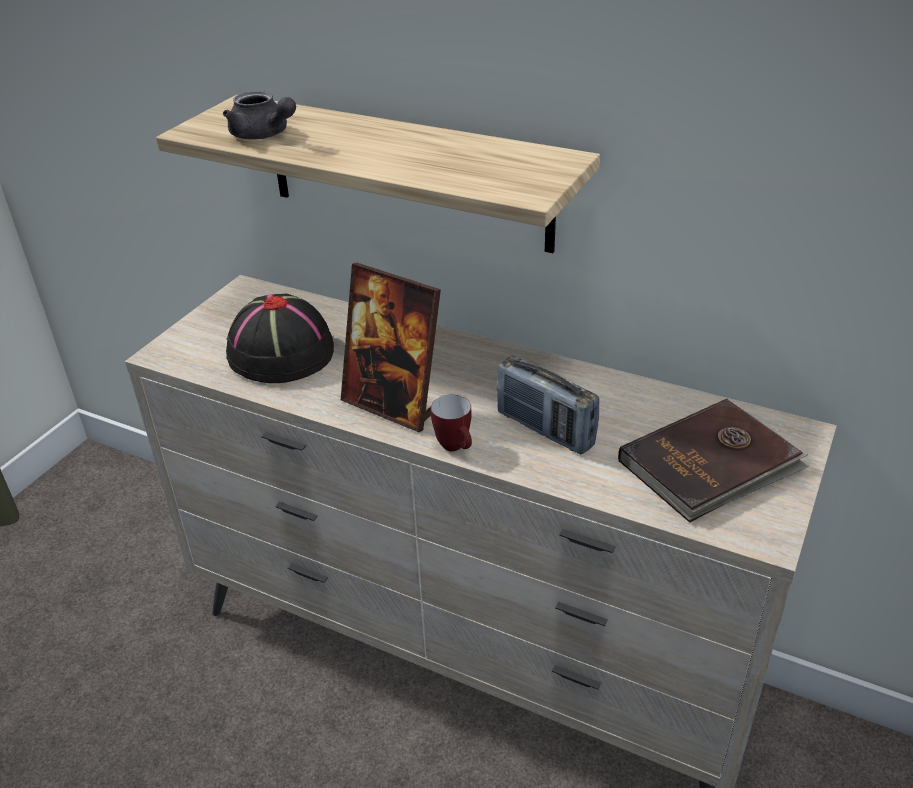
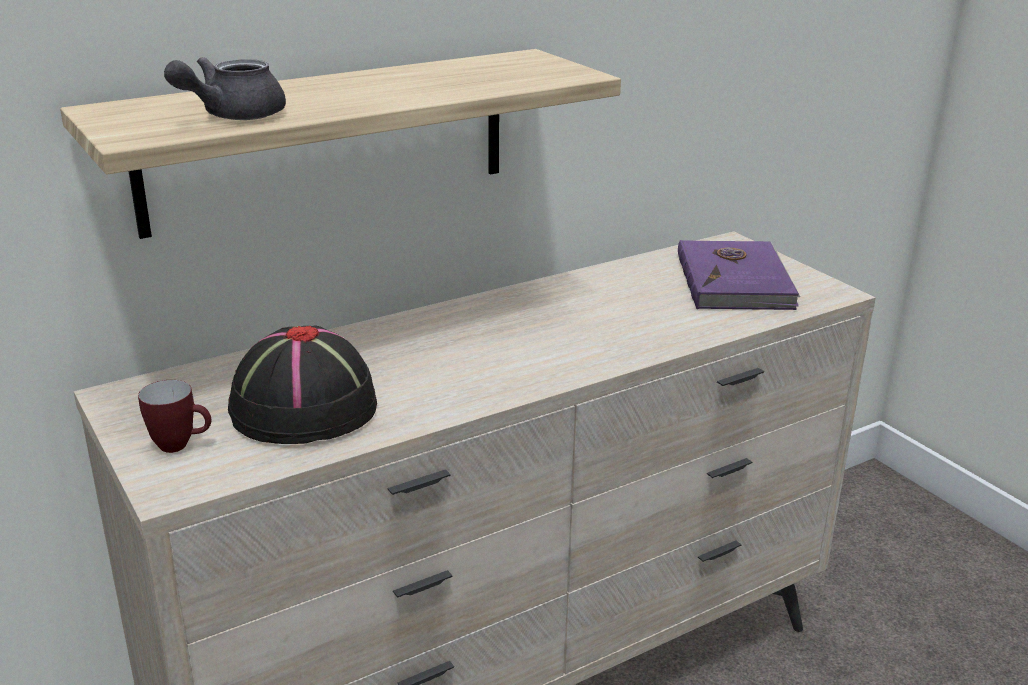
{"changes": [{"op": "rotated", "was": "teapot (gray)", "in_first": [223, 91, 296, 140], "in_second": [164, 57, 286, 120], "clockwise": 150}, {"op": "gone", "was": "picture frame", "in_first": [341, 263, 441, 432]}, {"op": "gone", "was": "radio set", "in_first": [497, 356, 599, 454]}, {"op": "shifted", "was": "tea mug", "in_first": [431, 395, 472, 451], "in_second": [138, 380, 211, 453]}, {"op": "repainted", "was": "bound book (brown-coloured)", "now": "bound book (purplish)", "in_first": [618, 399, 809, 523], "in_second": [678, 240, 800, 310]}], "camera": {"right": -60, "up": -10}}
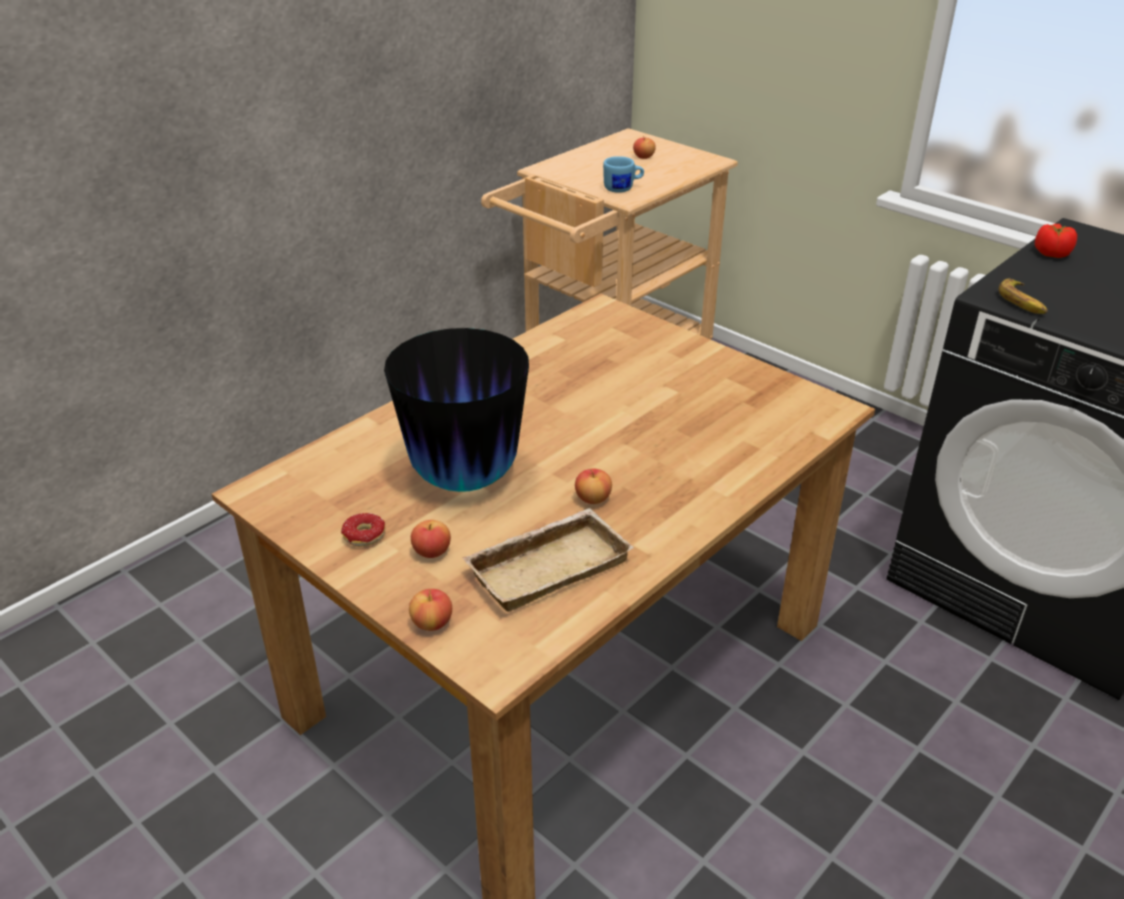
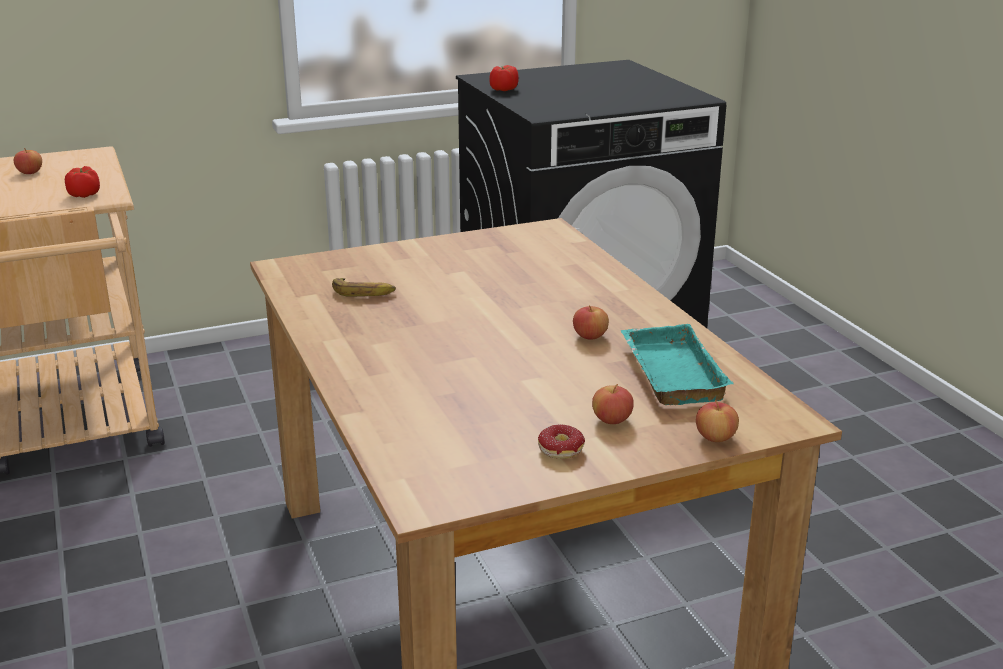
{"changes": [{"op": "swapped", "was": "tea mug (blue)", "now": "tomato", "in_first": [603, 156, 644, 193], "in_second": [65, 166, 100, 198]}, {"op": "shifted", "was": "banana", "in_first": [999, 279, 1048, 314], "in_second": [332, 278, 396, 297]}, {"op": "gone", "was": "vase", "in_first": [384, 328, 529, 492]}, {"op": "repainted", "was": "serving tray (beige-coloured)", "now": "serving tray (blue-green)", "in_first": [462, 508, 634, 612], "in_second": [621, 324, 733, 405]}], "camera": {"right": -65, "up": -10}}
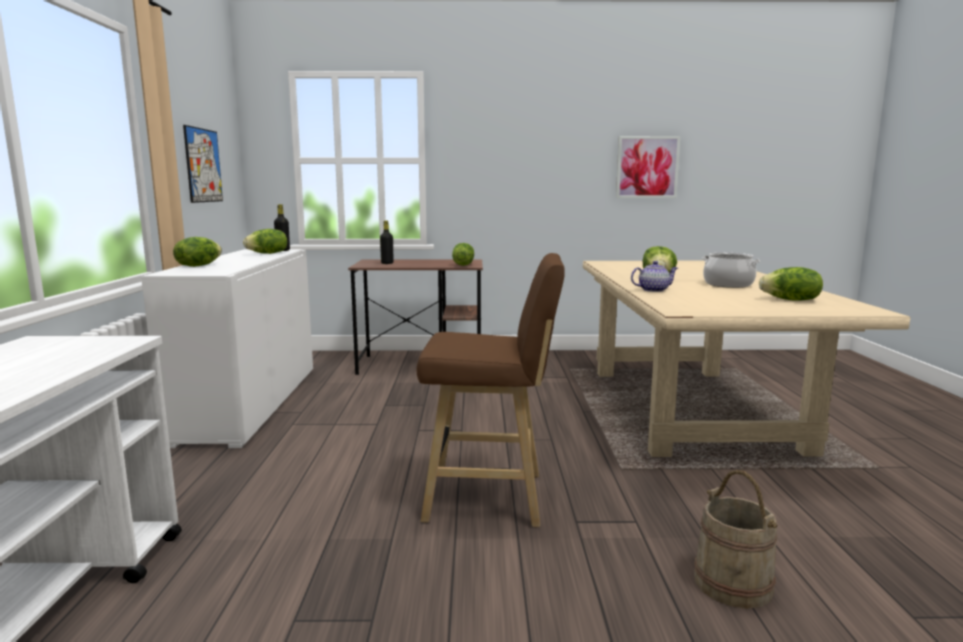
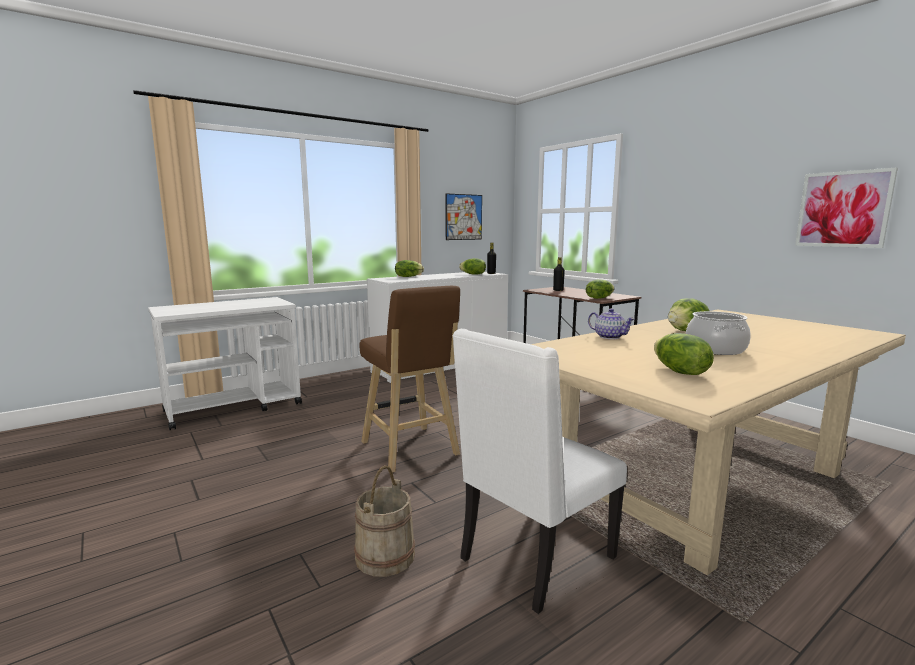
{"changes": [{"op": "new", "now": "chair (white)", "in_second": [452, 329, 627, 614]}], "camera": {"right": 55, "up": 0}}
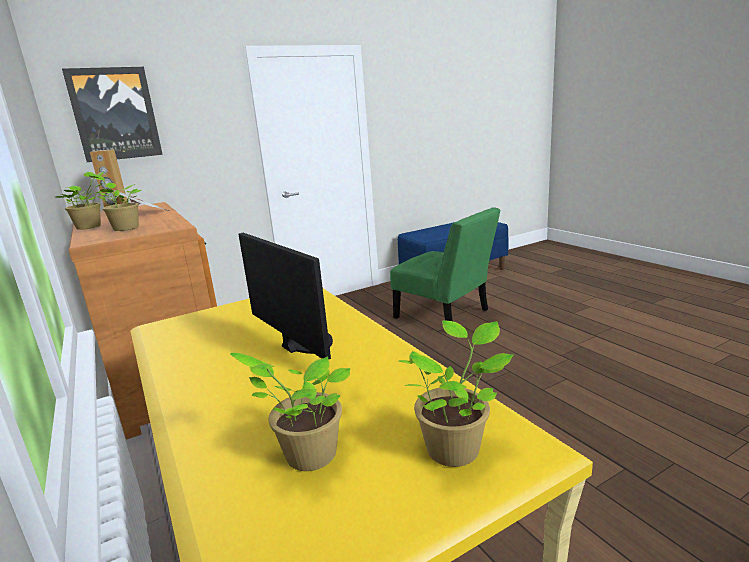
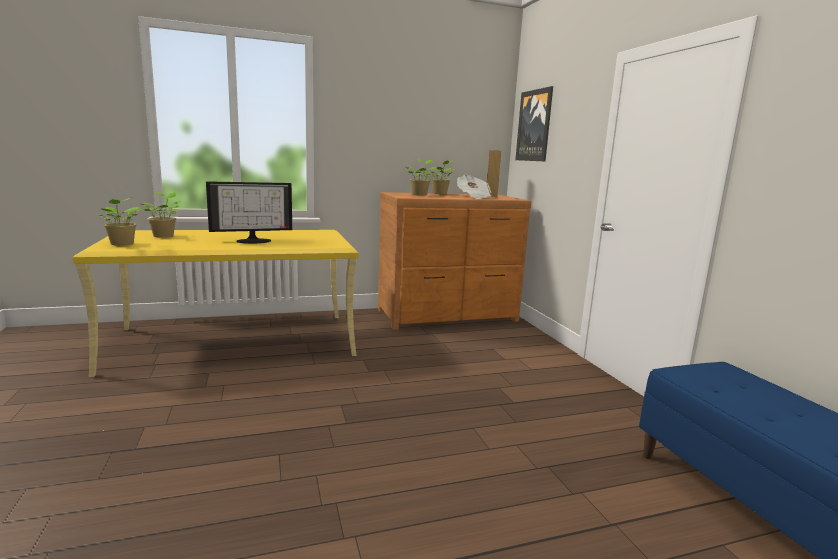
{"changes": [{"op": "gone", "was": "chair (green)", "in_first": [390, 207, 501, 321]}], "camera": {"right": 100, "up": -5}}
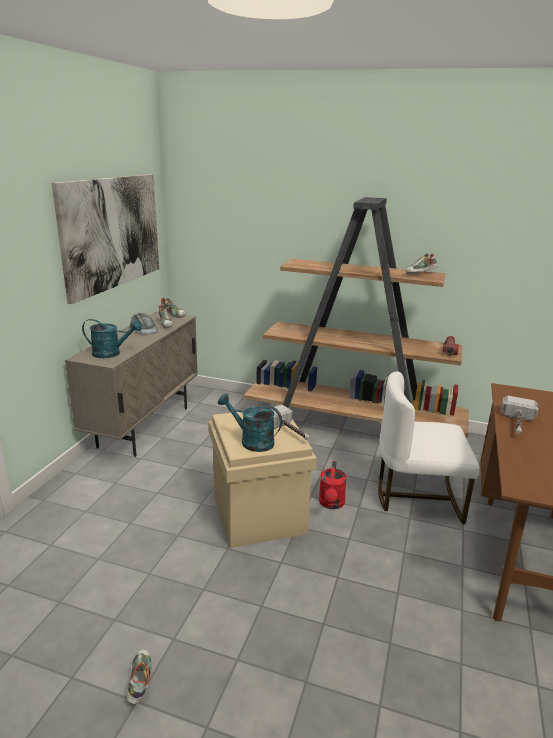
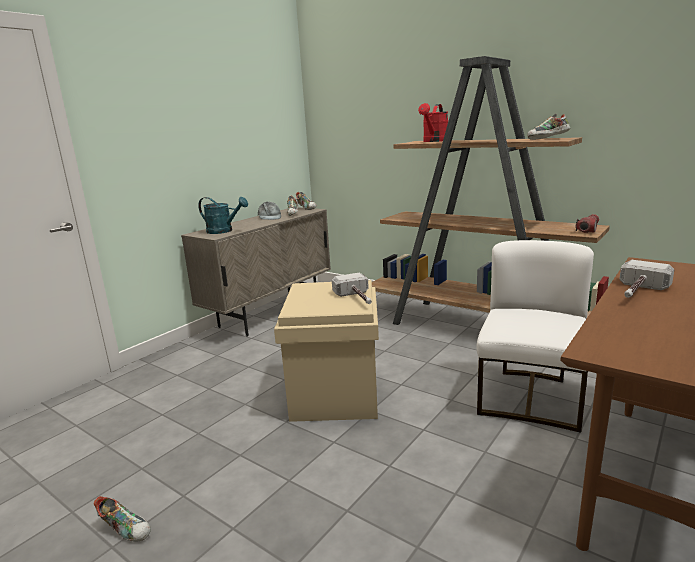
{"changes": [{"op": "gone", "was": "wall picture", "in_first": [52, 174, 159, 304]}, {"op": "rotated", "was": "chair (white)", "in_first": [378, 371, 480, 524], "in_second": [477, 240, 594, 433], "clockwise": 90}, {"op": "gone", "was": "watering pot (blue-green)", "in_first": [218, 394, 282, 452]}, {"op": "shifted", "was": "watering pot (reddish)", "in_first": [319, 461, 347, 509], "in_second": [418, 103, 448, 142]}, {"op": "rotated", "was": "shoe", "in_first": [127, 650, 151, 705], "in_second": [94, 496, 151, 542], "clockwise": 105}], "camera": {"right": 20, "up": -5}}
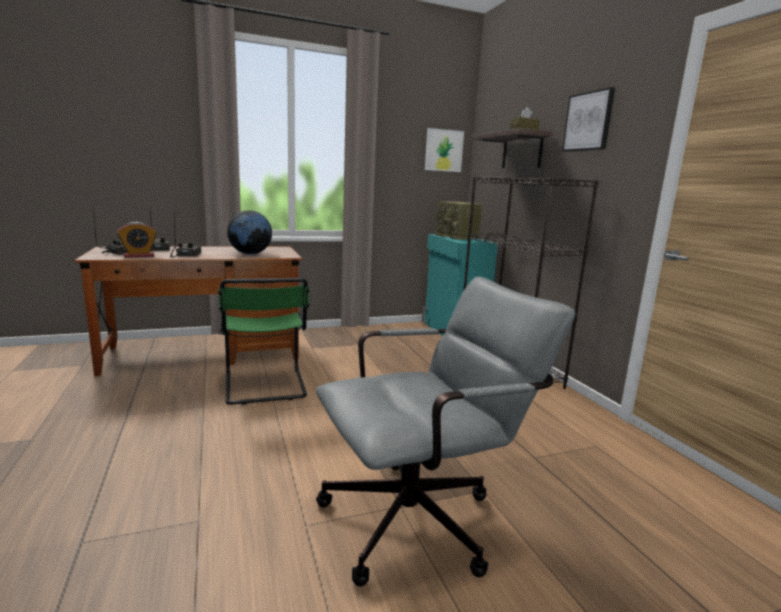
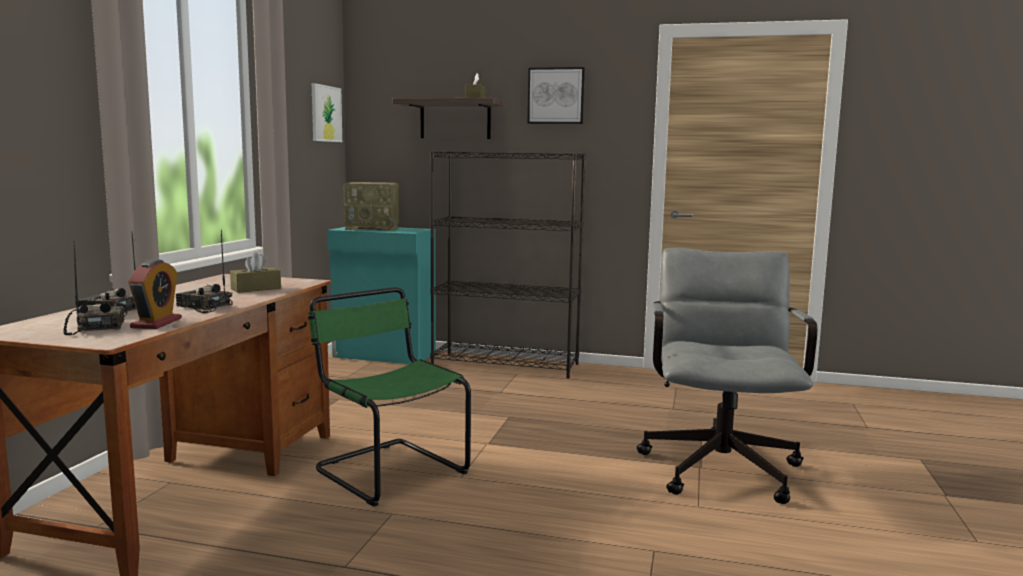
{"changes": [{"op": "swapped", "was": "desk globe", "now": "box of tissues (brown-coloured)", "in_first": [227, 210, 272, 254], "in_second": [230, 252, 281, 293]}, {"op": "rotated", "was": "chair (green)", "in_first": [218, 278, 310, 405], "in_second": [308, 287, 471, 506], "clockwise": -150}], "camera": {"right": -55, "up": -5}}
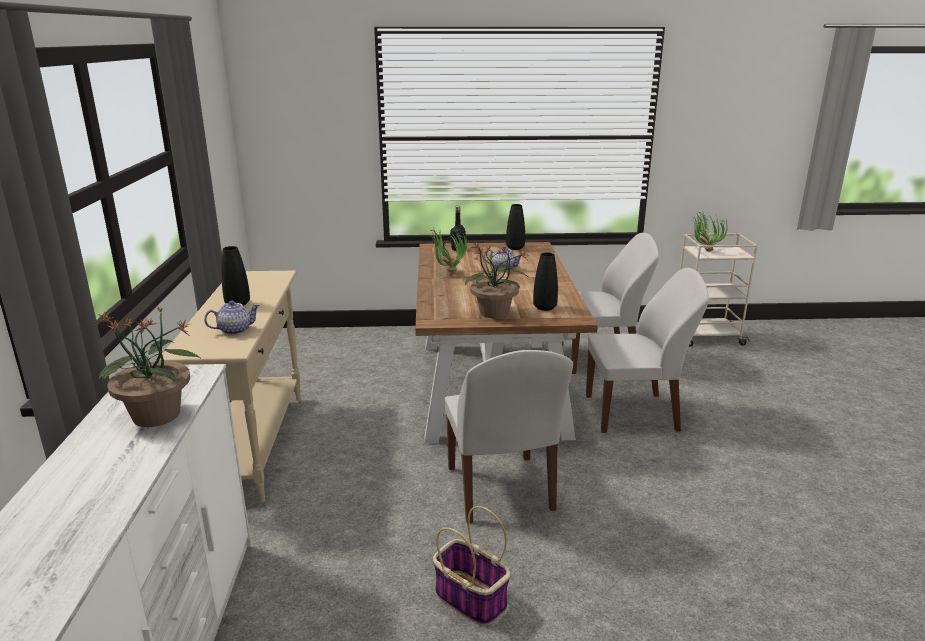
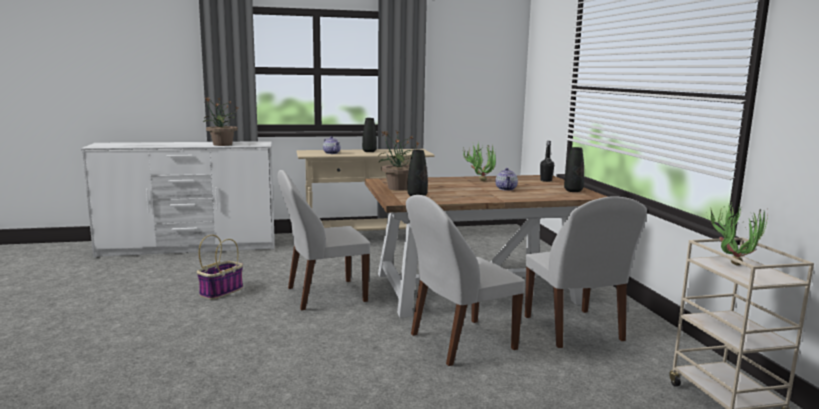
{"changes": [{"op": "rotated", "was": "chair (white)", "in_first": [586, 268, 709, 433], "in_second": [406, 195, 525, 366], "clockwise": 75}], "camera": {"right": 80, "up": -10}}
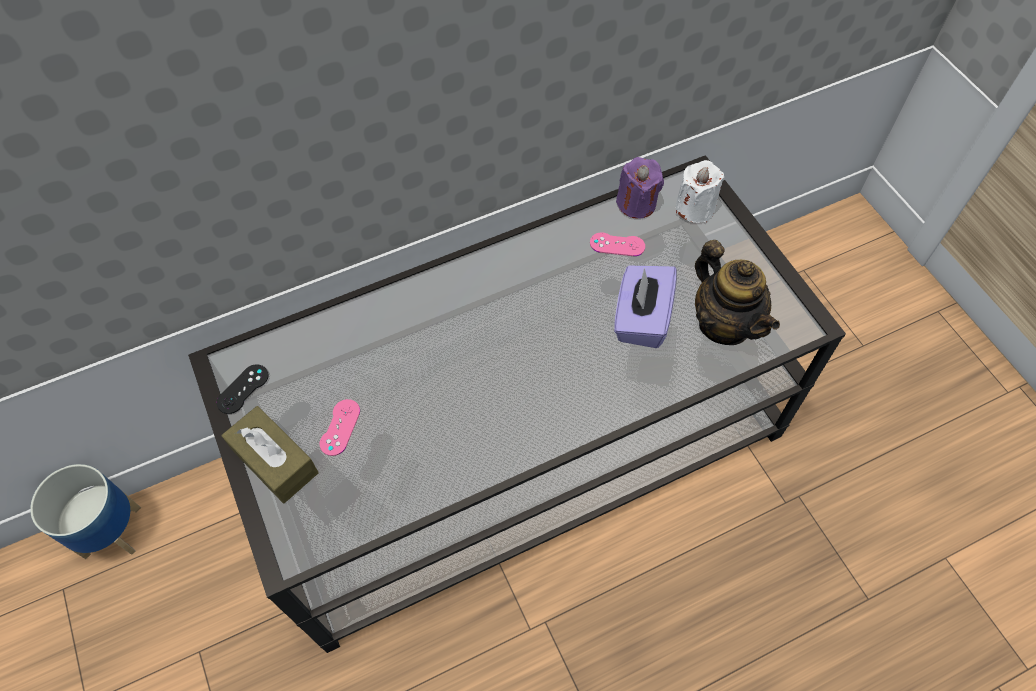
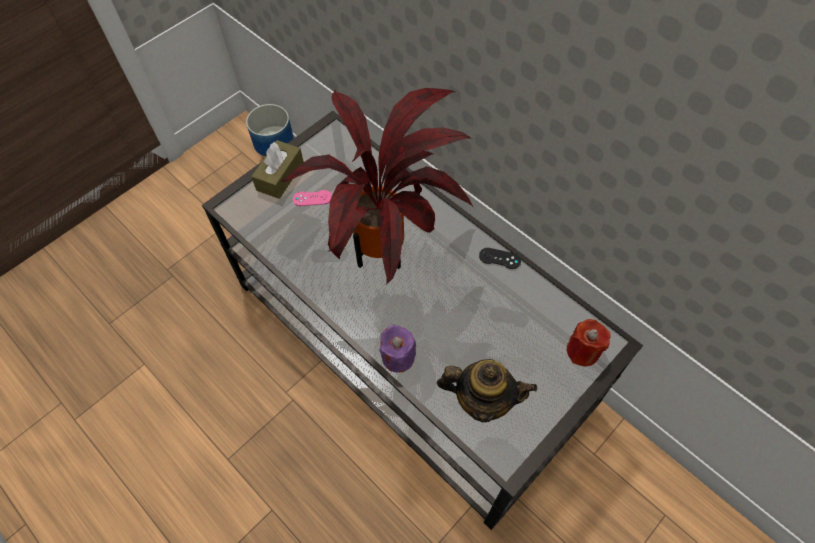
{"changes": [{"op": "shifted", "was": "wax candle (purplish)", "in_first": [616, 157, 664, 219], "in_second": [379, 325, 416, 373]}, {"op": "repainted", "was": "wax candle (white)", "now": "wax candle (reddish)", "in_first": [676, 160, 724, 223], "in_second": [567, 319, 611, 366]}, {"op": "gone", "was": "gamepad (pink-coloured)", "in_first": [590, 232, 645, 256]}, {"op": "rotated", "was": "teapot", "in_first": [695, 240, 780, 345], "in_second": [437, 359, 537, 423], "clockwise": -120}, {"op": "gone", "was": "box of tissues (purplish)", "in_first": [614, 266, 677, 348]}, {"op": "shifted", "was": "gamepad (black-coloured)", "in_first": [217, 364, 269, 414], "in_second": [479, 248, 521, 269]}, {"op": "new", "now": "houseplant", "in_second": [281, 88, 473, 285]}], "camera": {"right": 70, "up": 0}}
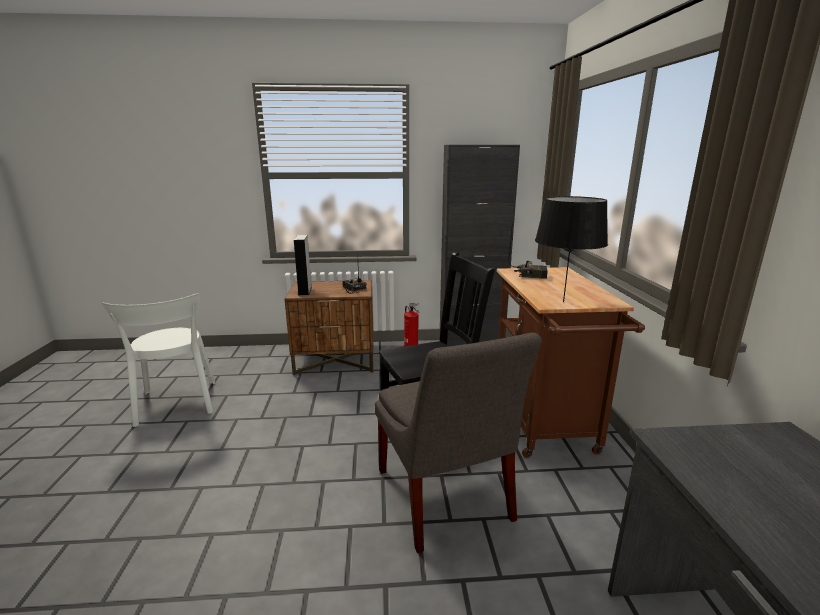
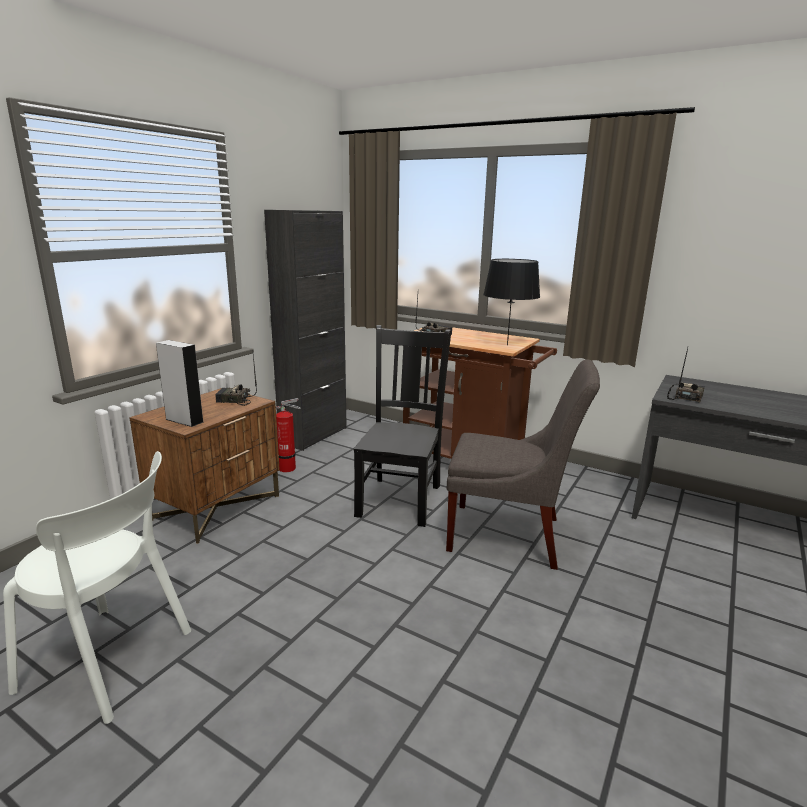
{"changes": [{"op": "new", "now": "radio set", "in_second": [667, 348, 705, 403]}], "camera": {"right": -55, "up": 0}}
